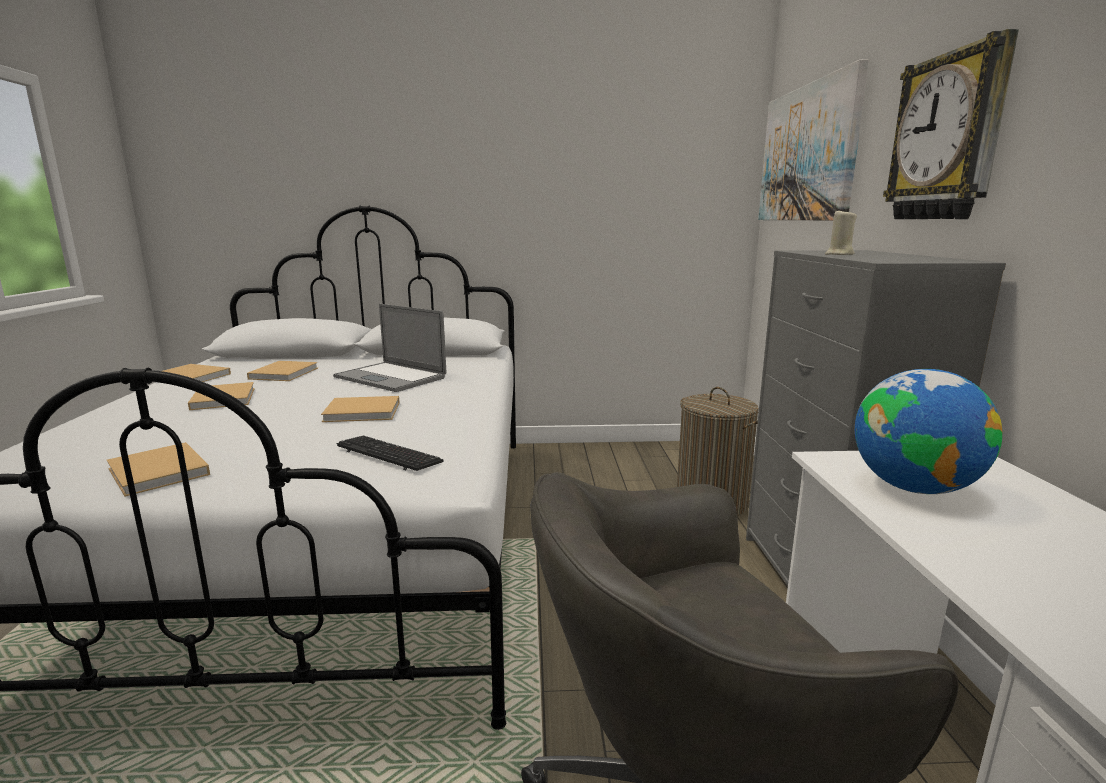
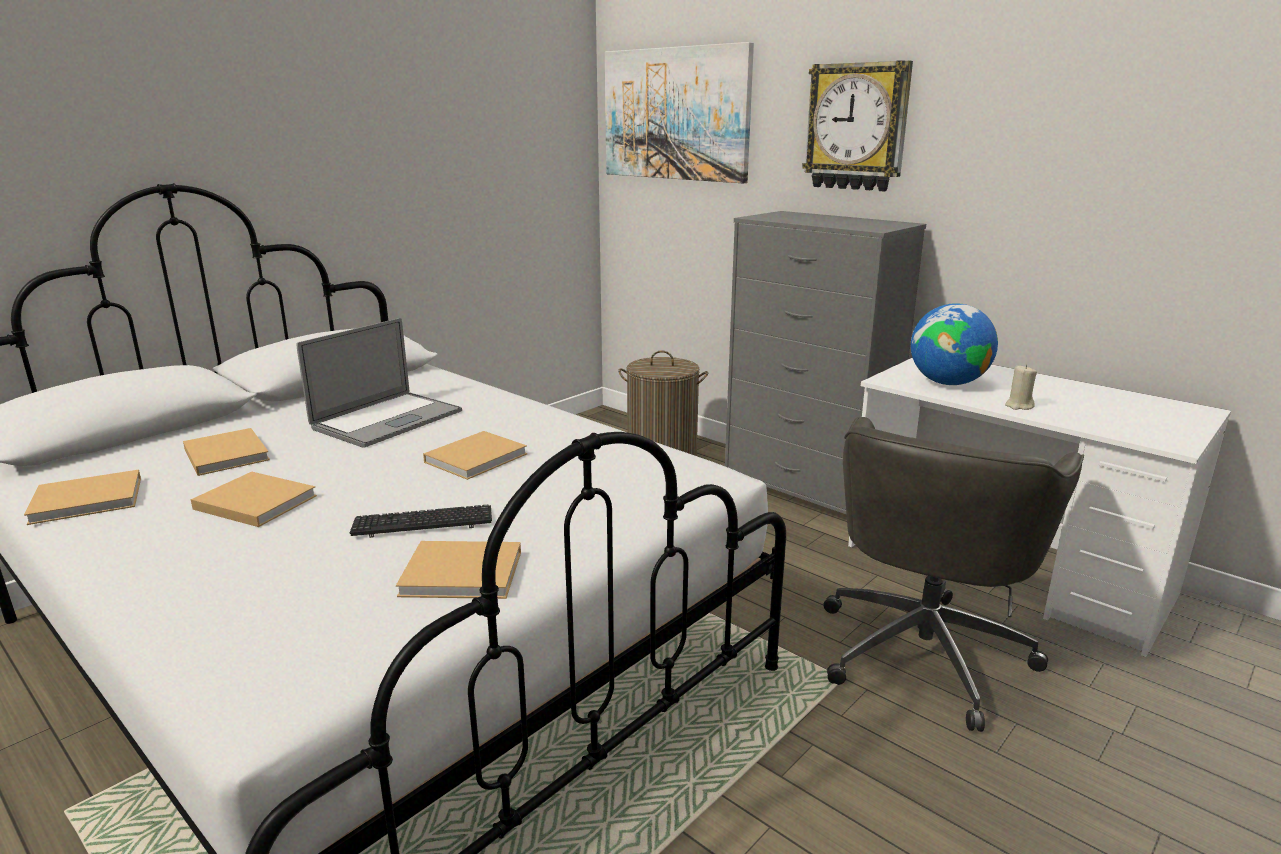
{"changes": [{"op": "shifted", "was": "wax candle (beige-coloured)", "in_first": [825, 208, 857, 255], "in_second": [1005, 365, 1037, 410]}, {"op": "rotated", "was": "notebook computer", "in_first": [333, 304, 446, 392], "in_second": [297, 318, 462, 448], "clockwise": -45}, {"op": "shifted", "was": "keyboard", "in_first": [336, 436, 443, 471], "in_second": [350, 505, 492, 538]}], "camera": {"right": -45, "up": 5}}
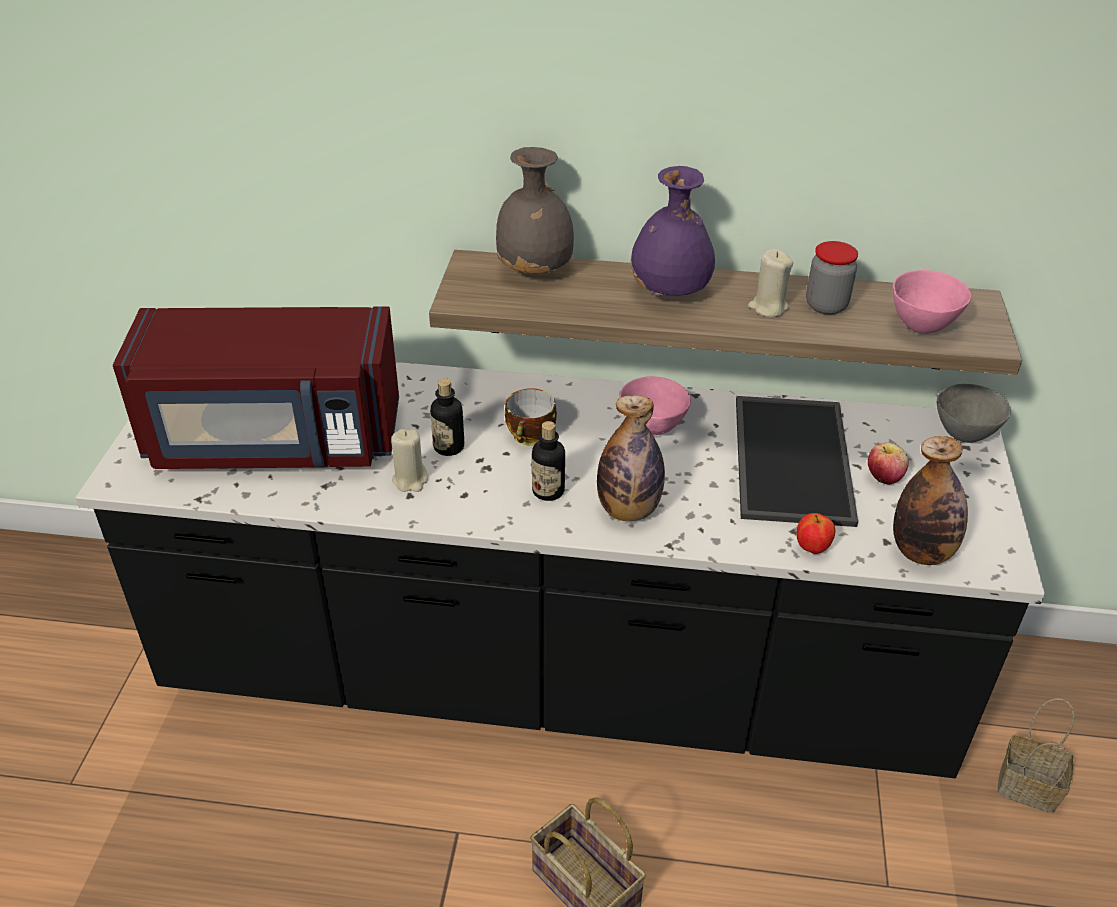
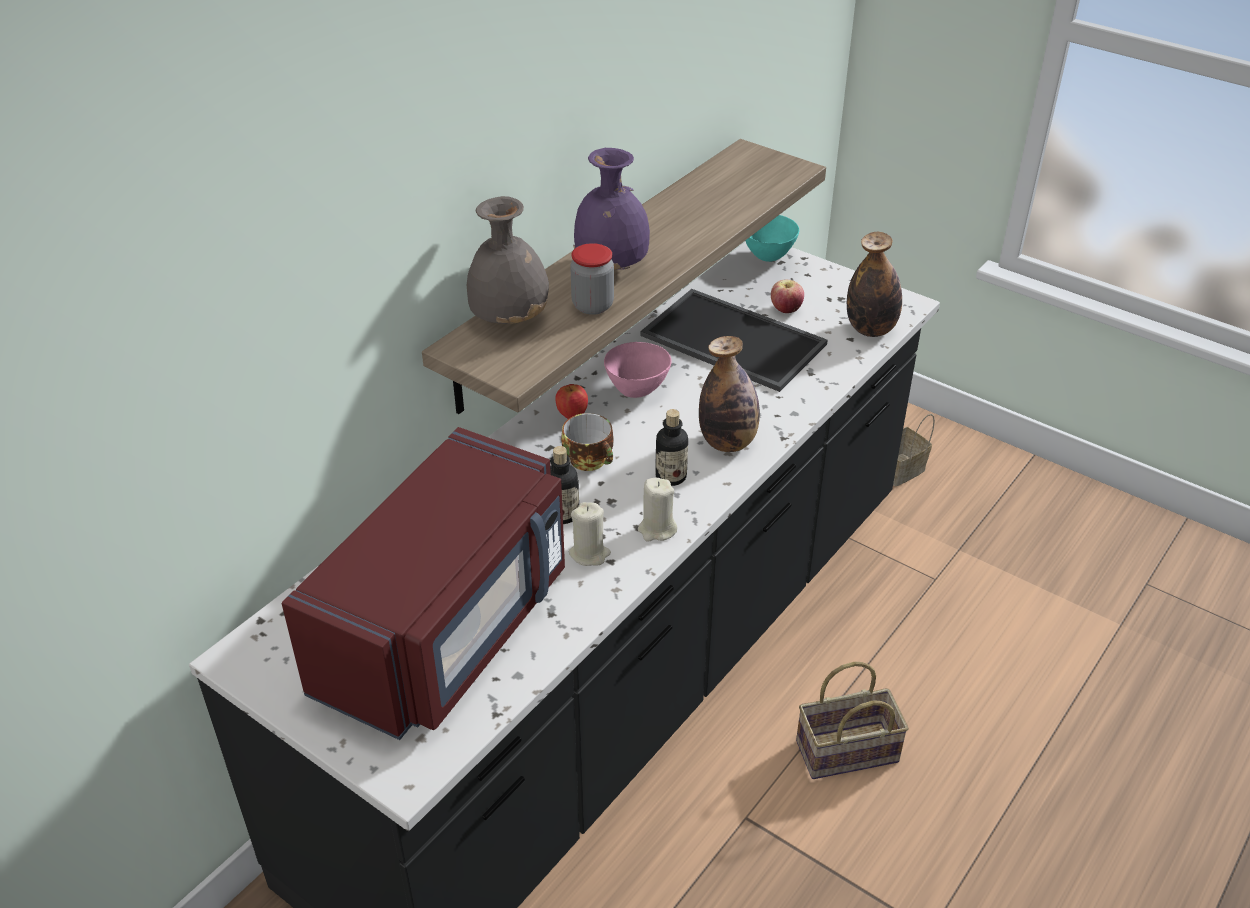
{"changes": [{"op": "shifted", "was": "storage jar", "in_first": [806, 241, 858, 315], "in_second": [570, 243, 614, 315]}, {"op": "shifted", "was": "wax candle (beige-coloured)", "in_first": [748, 249, 793, 317], "in_second": [638, 478, 677, 542]}, {"op": "gone", "was": "deep dish (pink-coloured)", "in_first": [893, 270, 971, 334]}, {"op": "repainted", "was": "deep dish (gray)", "now": "deep dish (blue-green)", "in_first": [937, 384, 1011, 443], "in_second": [745, 215, 799, 262]}, {"op": "shifted", "was": "apple fruit", "in_first": [797, 513, 835, 554], "in_second": [555, 384, 588, 419]}], "camera": {"right": -60, "up": 0}}
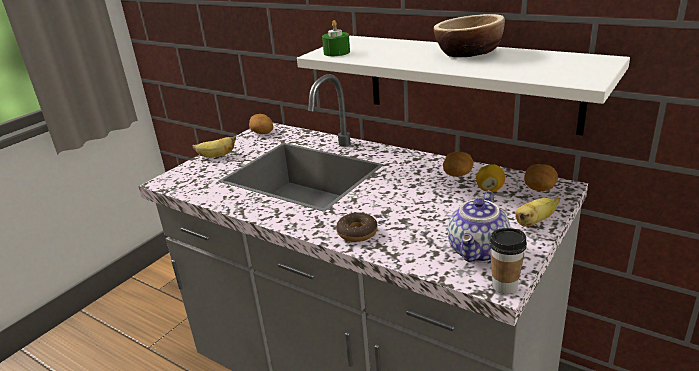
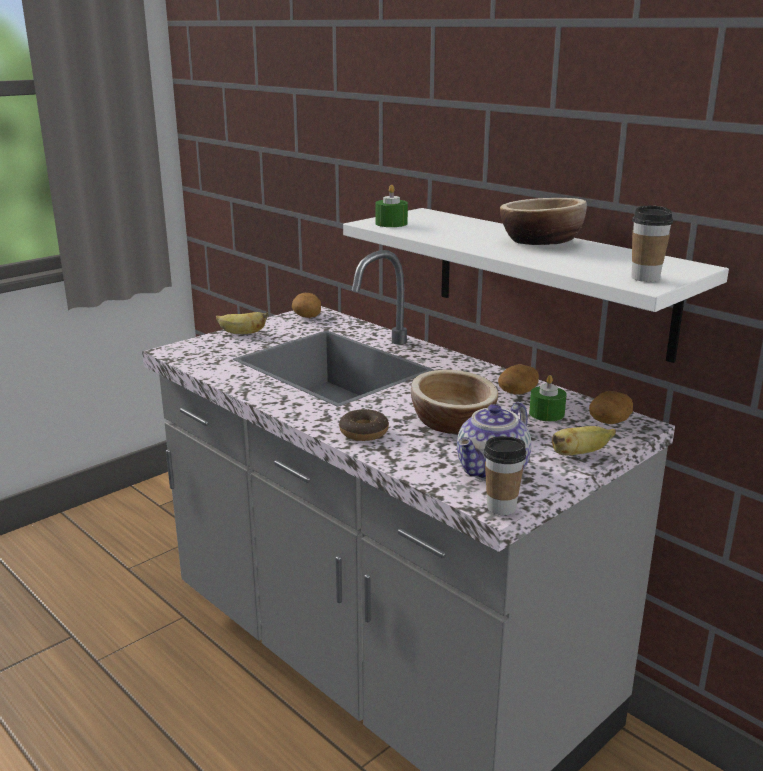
{"changes": [{"op": "swapped", "was": "whole lemon", "now": "wax candle (green)", "in_first": [476, 164, 505, 192], "in_second": [529, 375, 567, 421]}, {"op": "new", "now": "small cup", "in_second": [632, 206, 673, 282]}, {"op": "new", "now": "deep dish", "in_second": [411, 370, 498, 434]}], "camera": {"right": 10, "up": -5}}
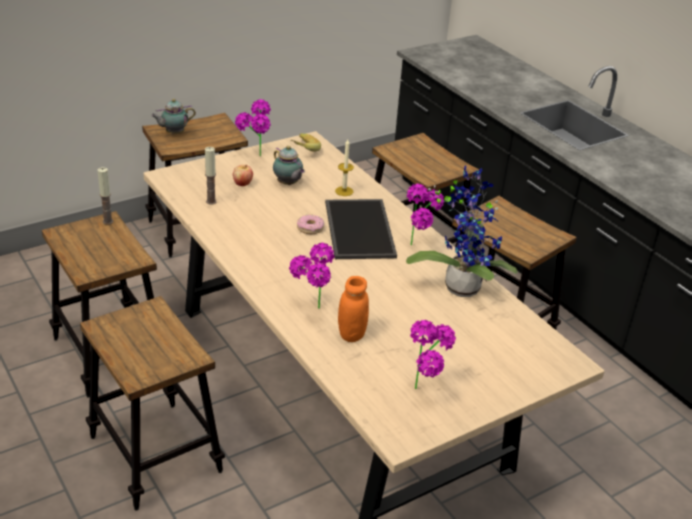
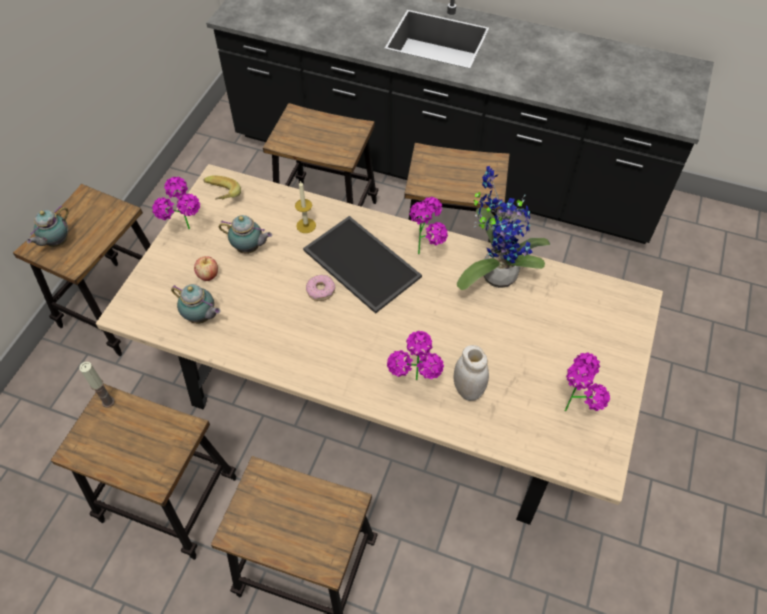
{"changes": [{"op": "swapped", "was": "wax candle", "now": "teapot", "in_first": [205, 147, 217, 205], "in_second": [171, 284, 221, 324]}, {"op": "repainted", "was": "storage jar (orange)", "now": "storage jar (white)", "in_first": [338, 276, 369, 342], "in_second": [453, 345, 489, 401]}], "camera": {"right": -35, "up": 20}}
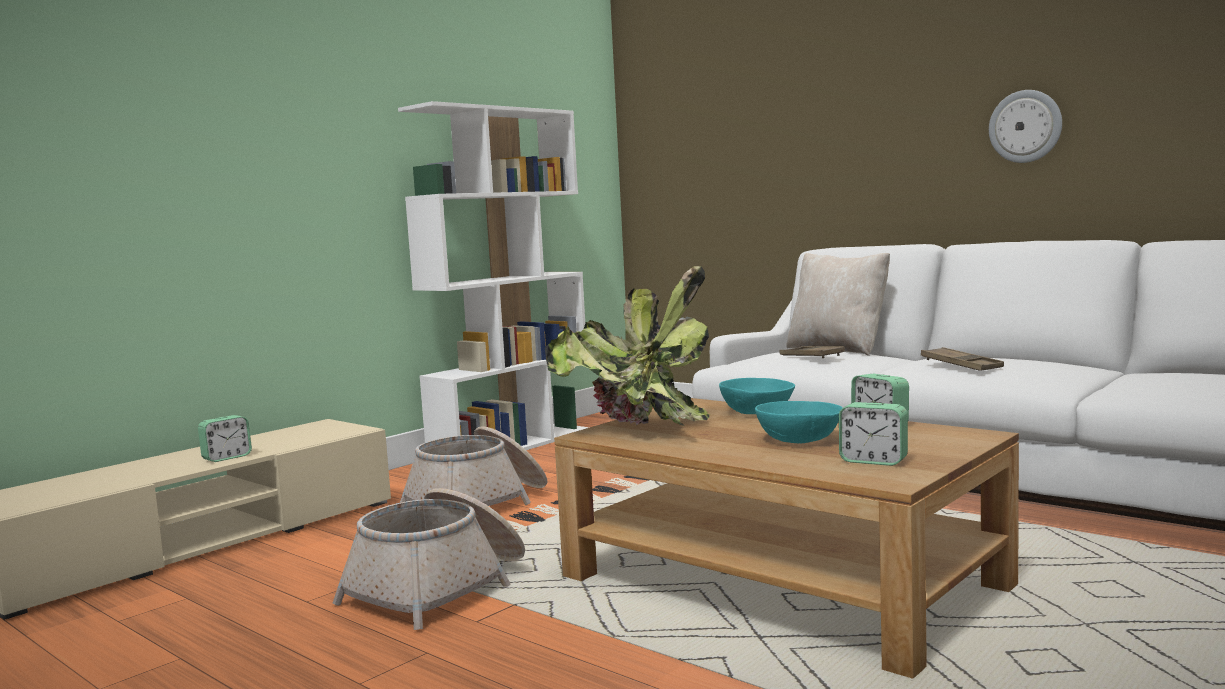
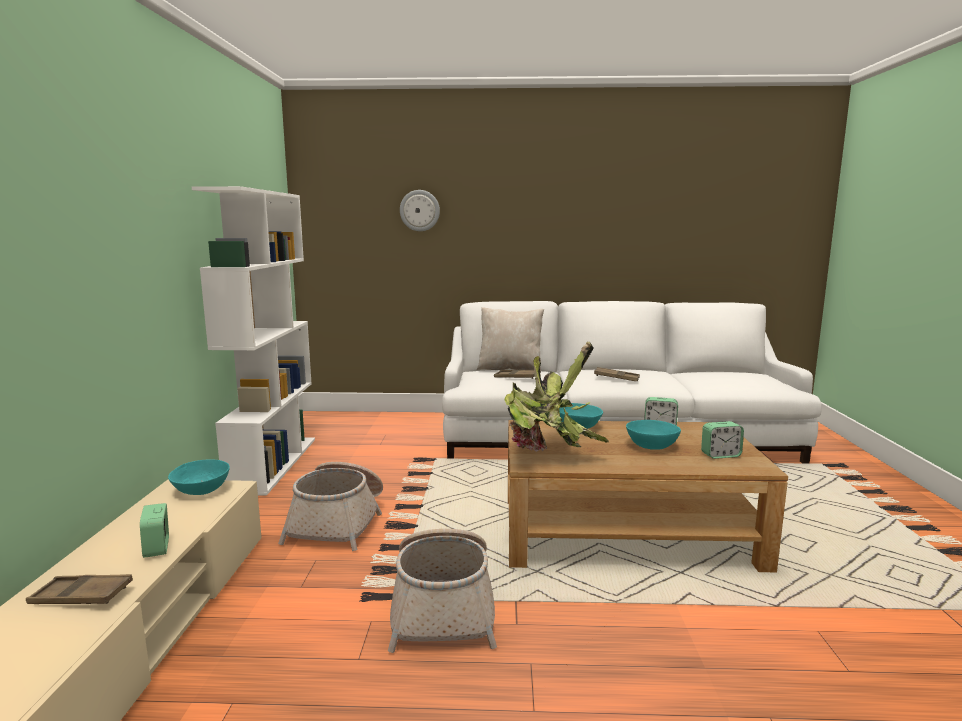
{"changes": [{"op": "shifted", "was": "hanging clock", "in_first": [989, 90, 1062, 163], "in_second": [400, 190, 440, 231]}, {"op": "rotated", "was": "alarm clock", "in_first": [198, 415, 252, 462], "in_second": [140, 503, 169, 558], "clockwise": 150}, {"op": "new", "now": "deep dish (blue-green)", "in_second": [168, 460, 230, 495]}, {"op": "new", "now": "serving tray (brown-coloured)", "in_second": [26, 574, 133, 604]}], "camera": {"right": -40, "up": 5}}
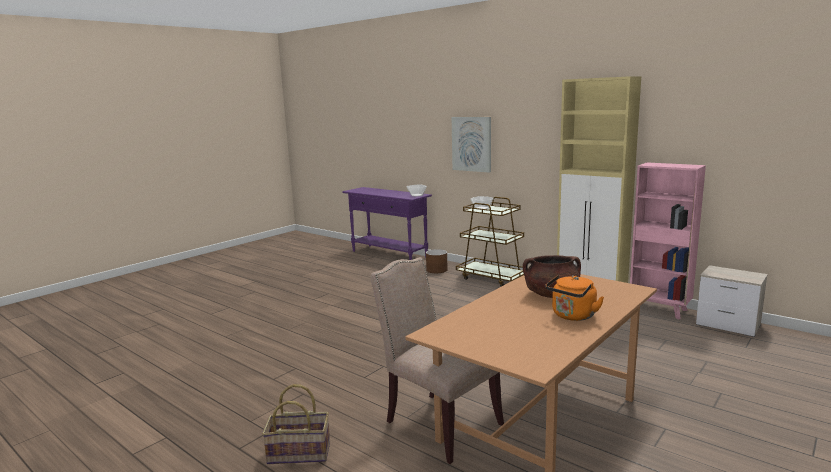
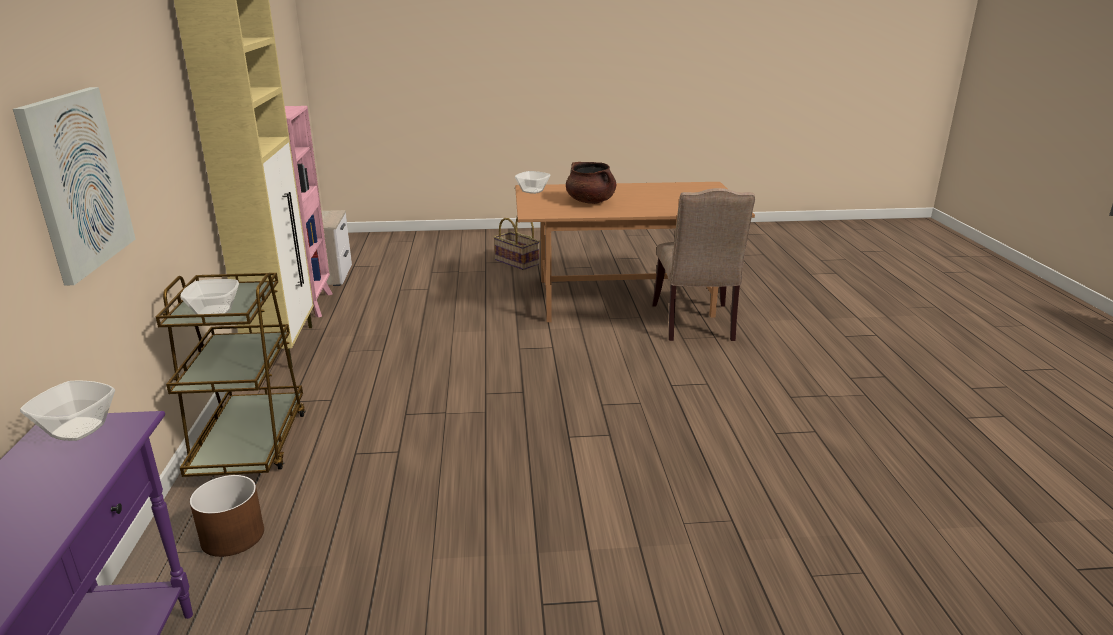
{"changes": [{"op": "gone", "was": "water kettle (orange)", "in_first": [546, 275, 604, 321]}, {"op": "shifted", "was": "storage basket", "in_first": [262, 384, 330, 464], "in_second": [493, 218, 540, 270]}, {"op": "new", "now": "deep dish", "in_second": [515, 171, 550, 194]}], "camera": {"right": -135, "up": 10}}
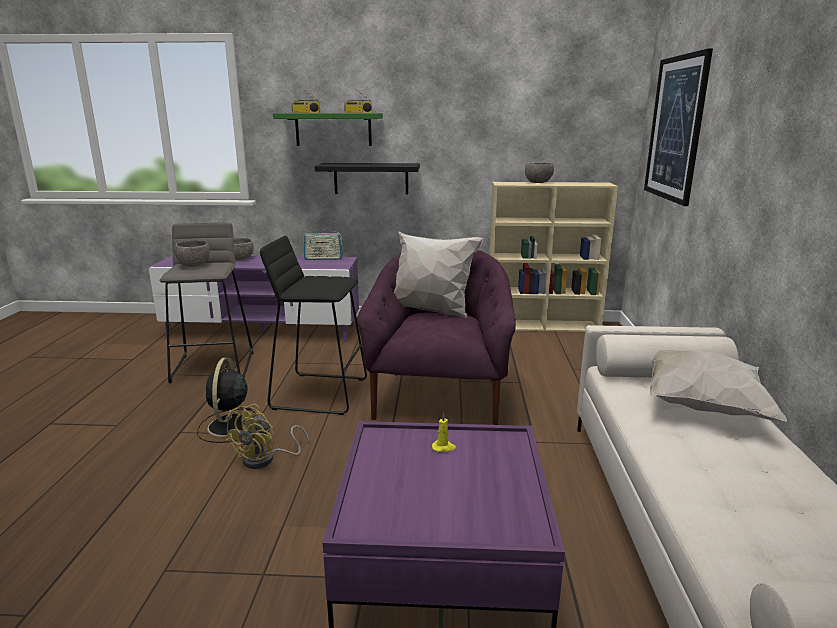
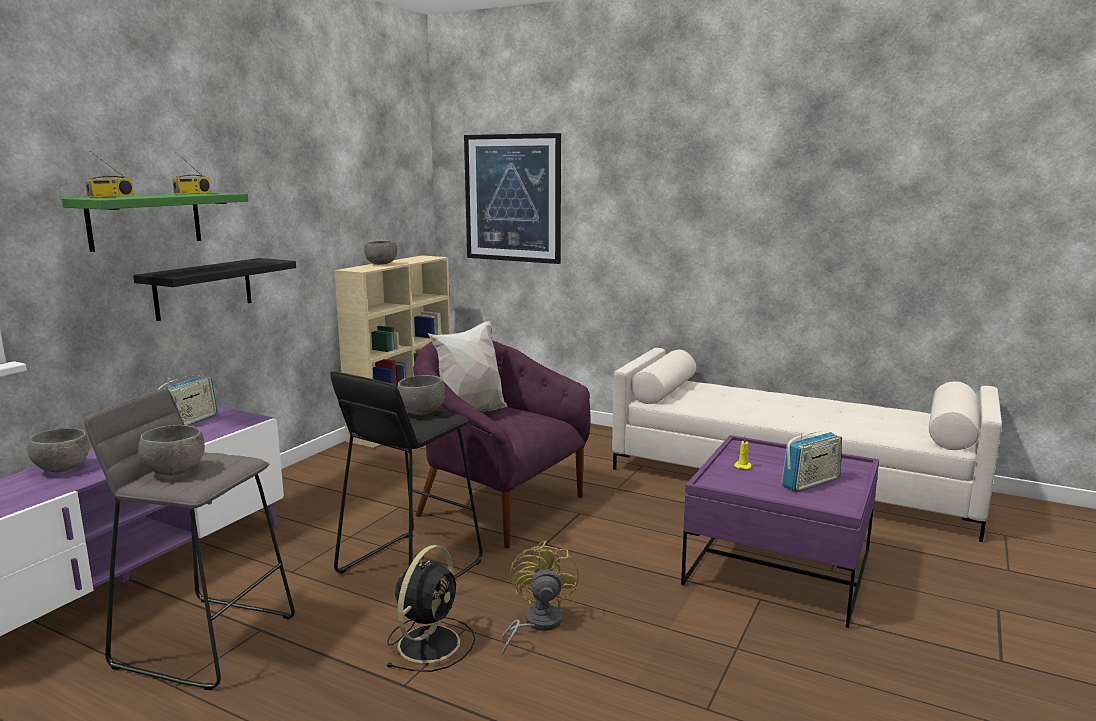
{"changes": [{"op": "gone", "was": "pillow (white)", "in_first": [650, 350, 787, 422]}, {"op": "rotated", "was": "cooling fan (black-coloured)", "in_first": [197, 358, 258, 443], "in_second": [387, 545, 475, 672], "clockwise": -90}, {"op": "rotated", "was": "cooling fan (yellow-coloured)", "in_first": [225, 404, 309, 469], "in_second": [501, 541, 579, 655], "clockwise": -135}, {"op": "new", "now": "deep dish (gray)", "in_second": [397, 375, 445, 415]}, {"op": "new", "now": "radio set", "in_second": [781, 431, 842, 492]}], "camera": {"right": -65, "up": -5}}
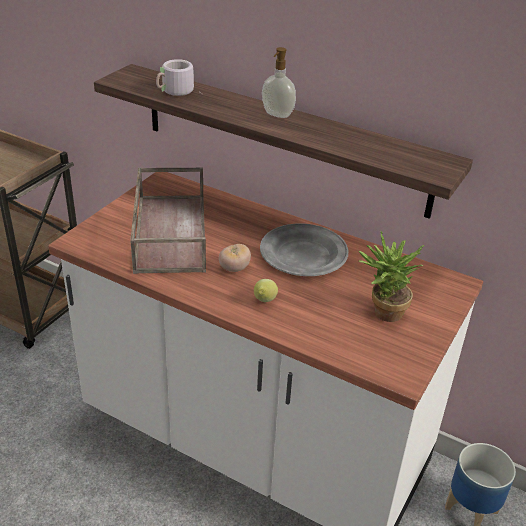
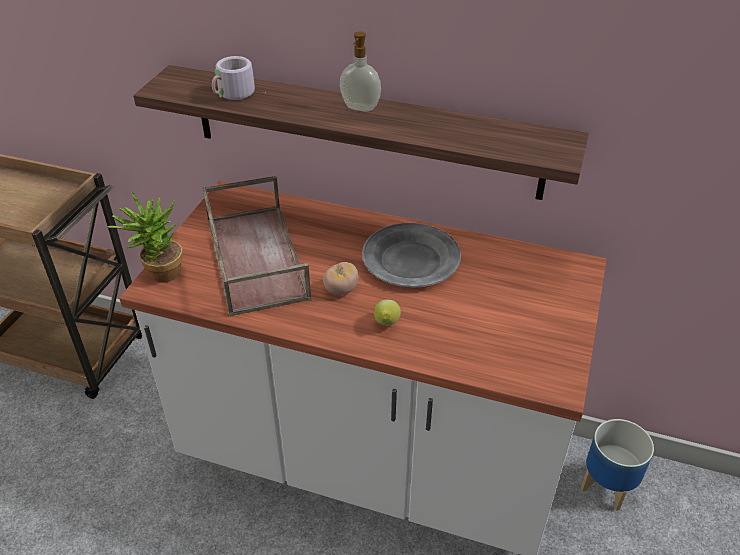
{"changes": [{"op": "shifted", "was": "houseplant", "in_first": [358, 232, 424, 322], "in_second": [107, 191, 183, 283]}], "camera": {"right": -10, "up": 5}}
